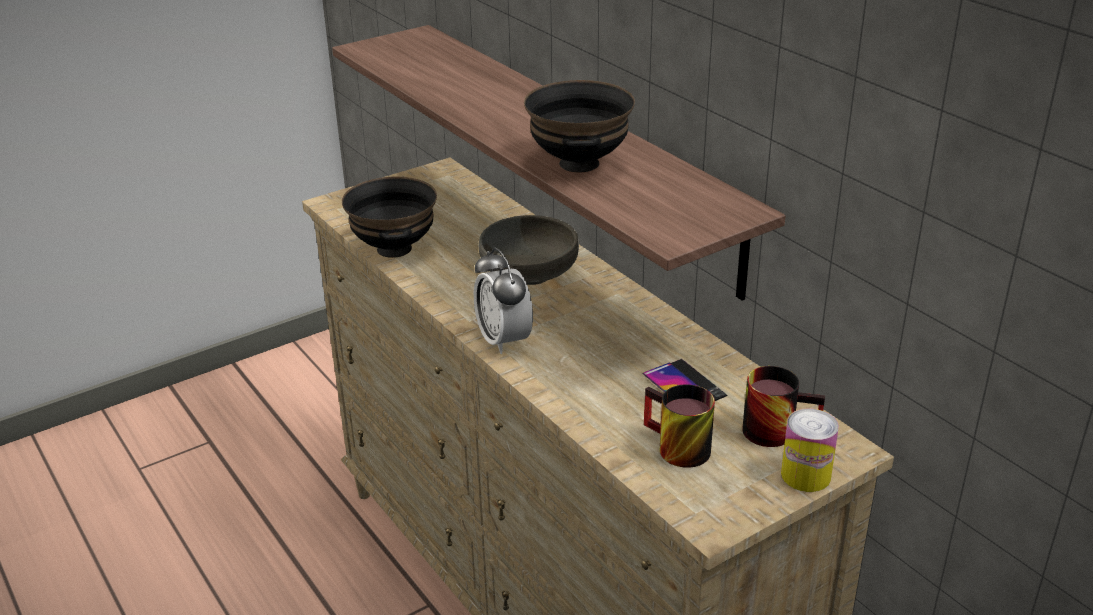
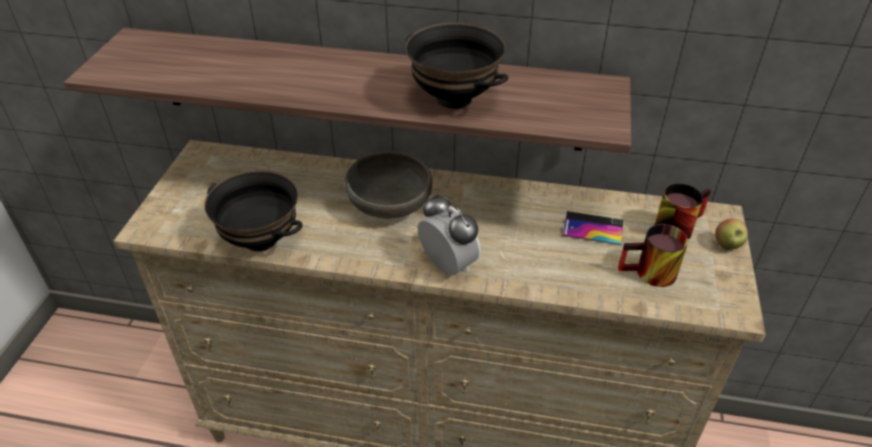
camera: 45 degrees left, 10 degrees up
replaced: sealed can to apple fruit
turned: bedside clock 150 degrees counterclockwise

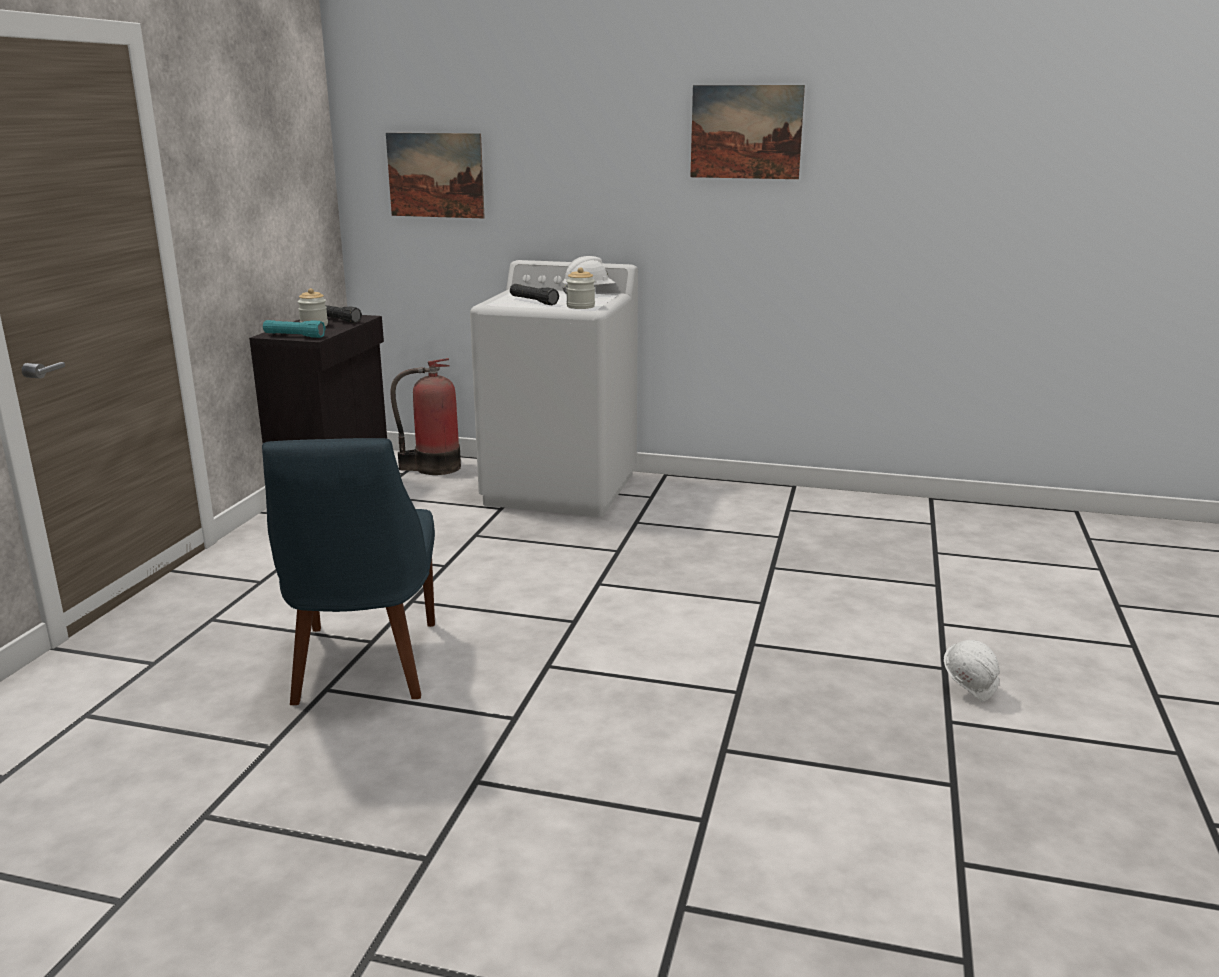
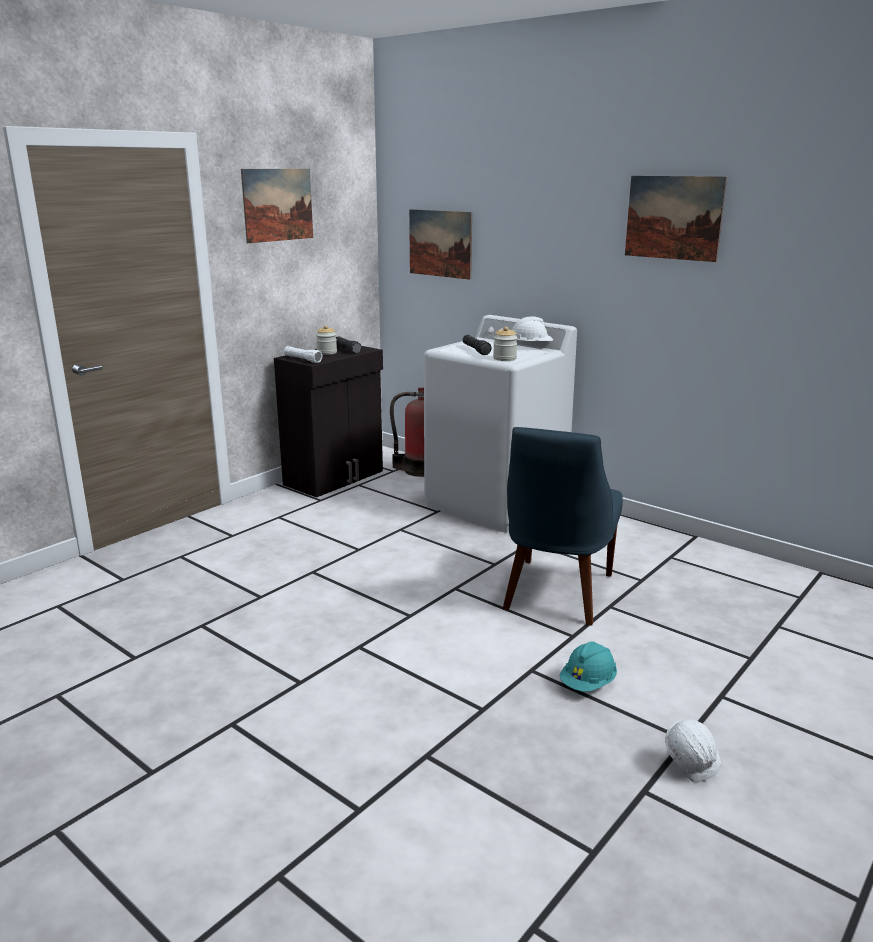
camera: 25 degrees right, 0 degrees up
added: wall art (1st from left); blue-green work helmet
moved: bluish chair
recoloured: blue-green hand torch to whitish hand torch

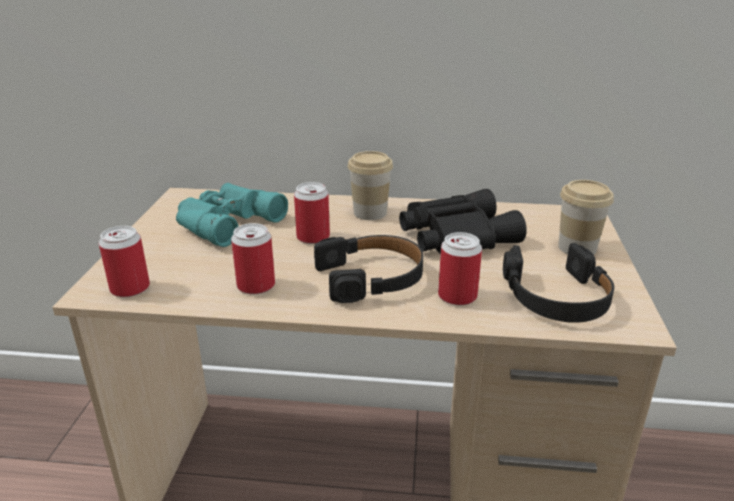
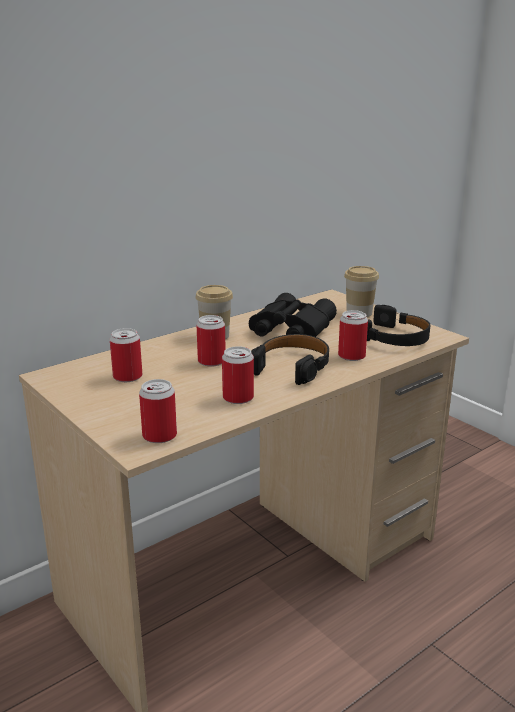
camera: 45 degrees left, 5 degrees down
replaced: blue-green pair of binoculars to sealed can (1st from left)

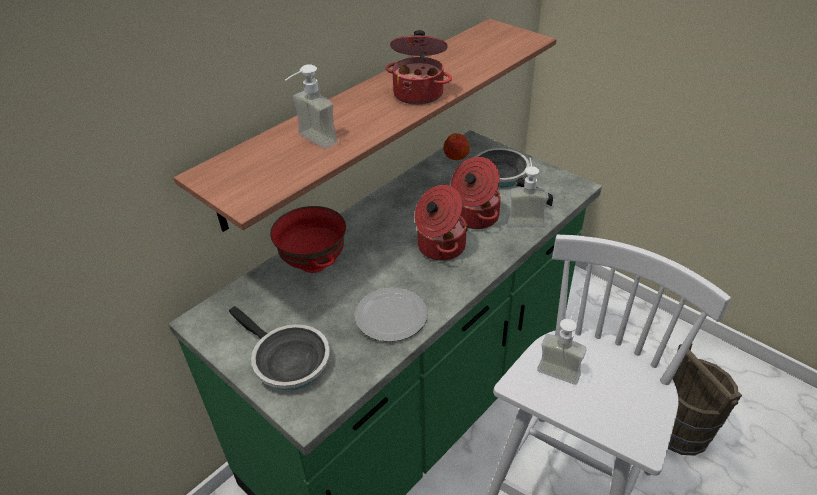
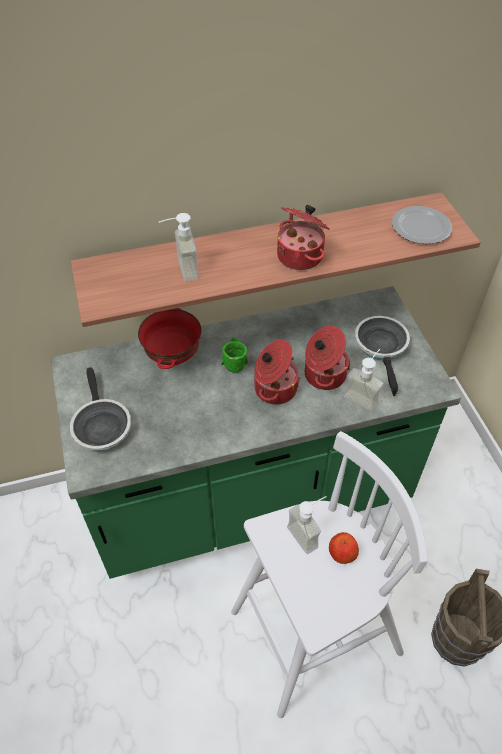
camera: 30 degrees right, 10 degrees up
added: green-coloured mug
moved: apple fruit; plate

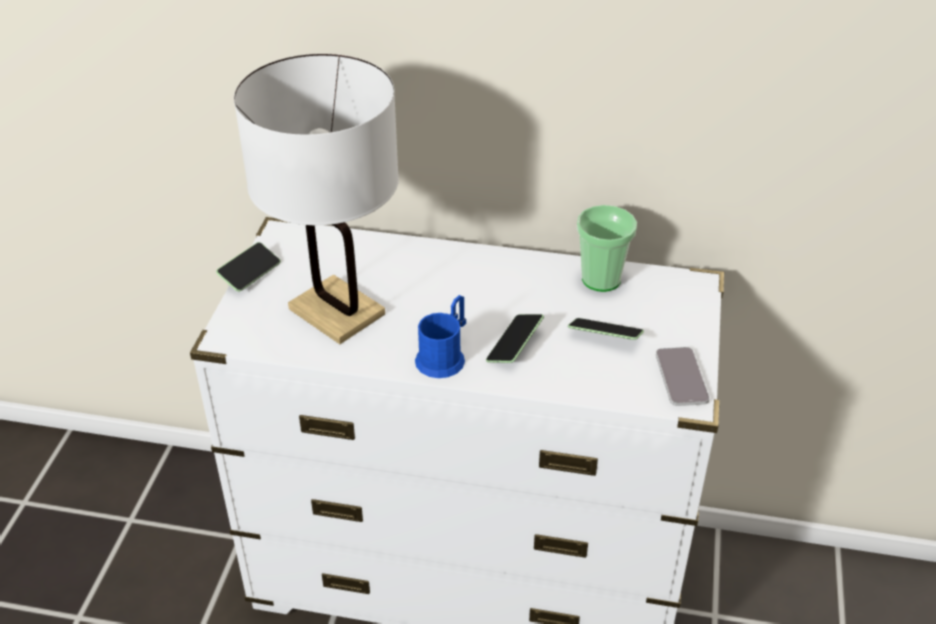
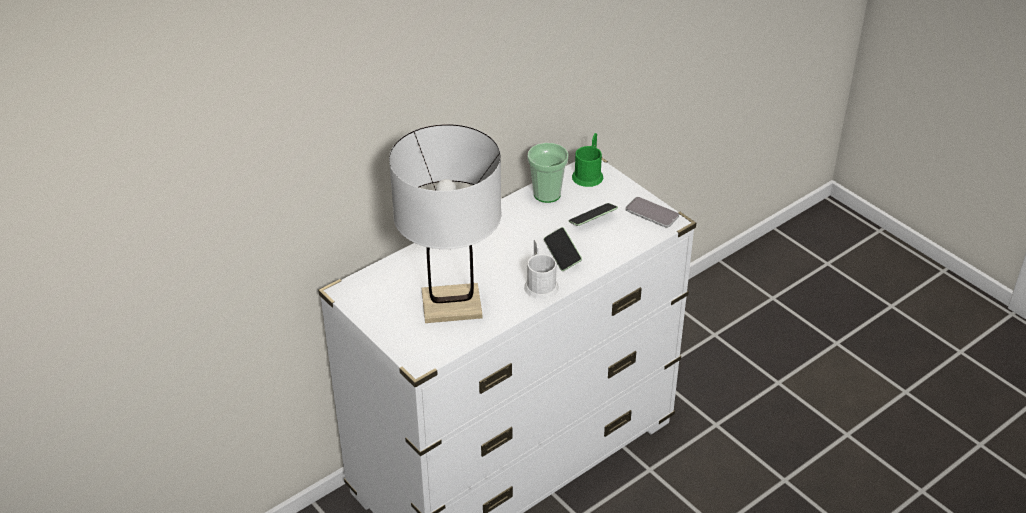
camera: 50 degrees left, 0 degrees up
removed: handset (1st from left)
added: green-coloured mug
recoloured: bluish mug to whitish mug

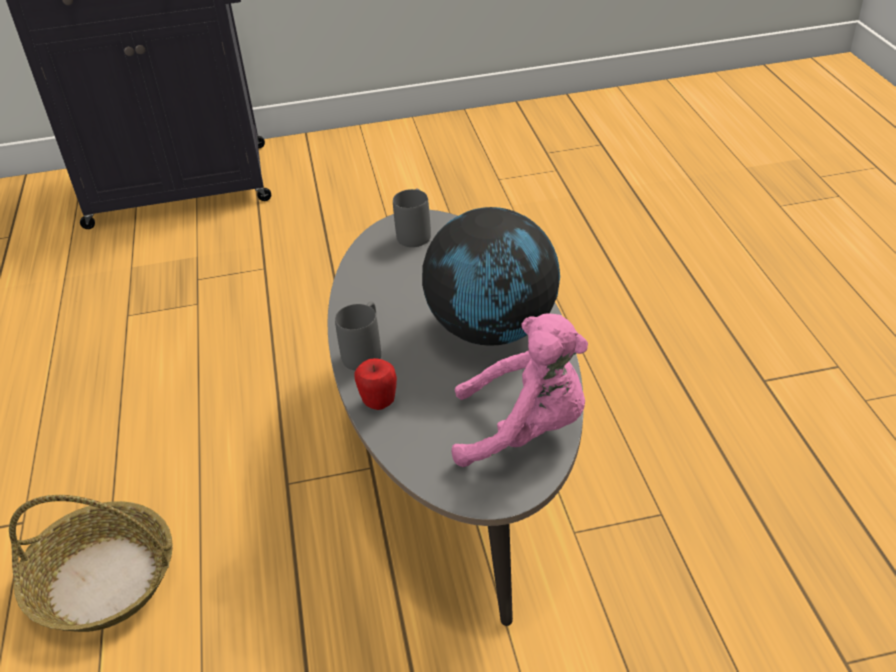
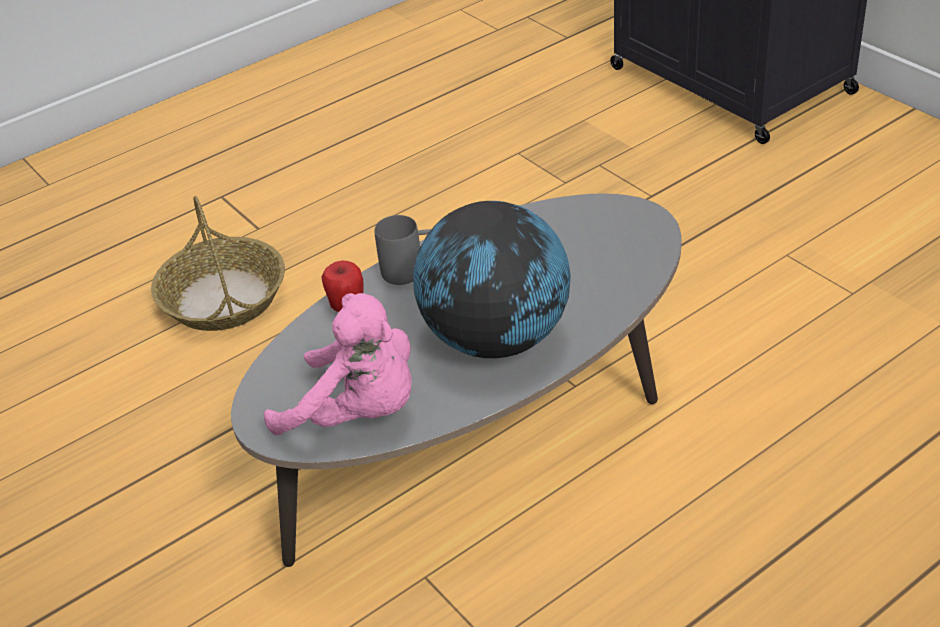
camera: 65 degrees right, 0 degrees up
removed: gray mug (2nd from left)
turned: pinkish soft toy 45 degrees counterclockwise

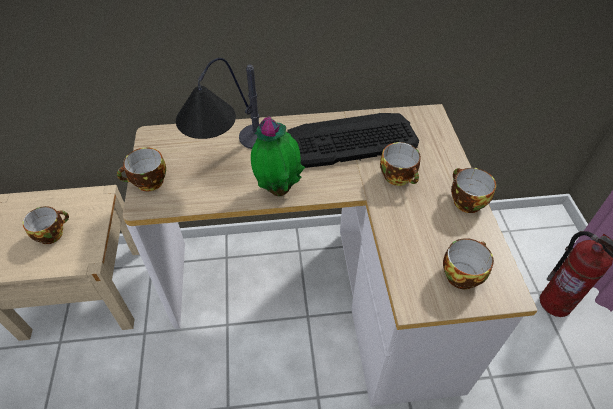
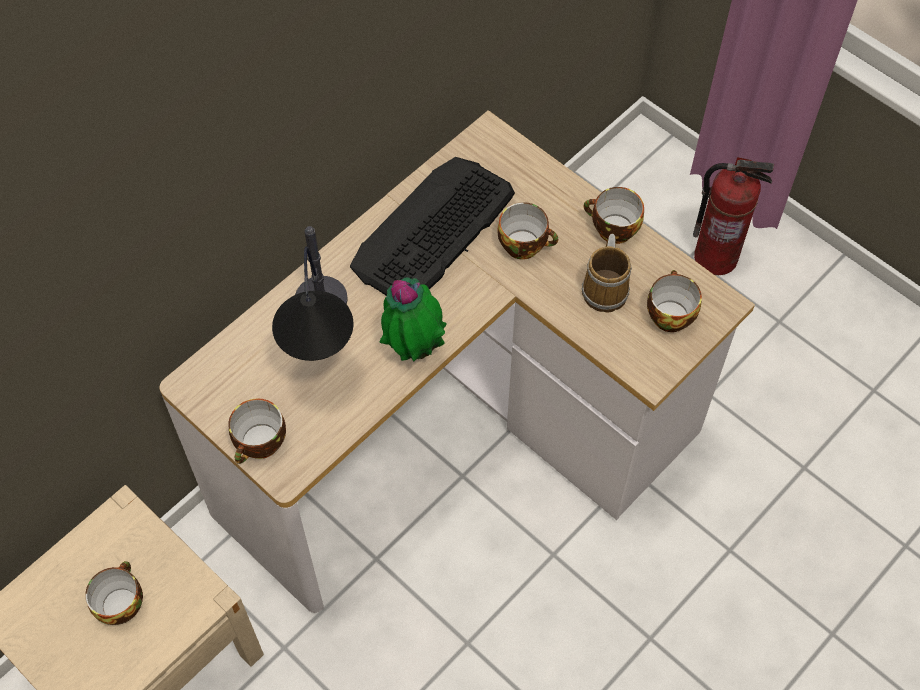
camera: 40 degrees left, 10 degrees up
added: mug

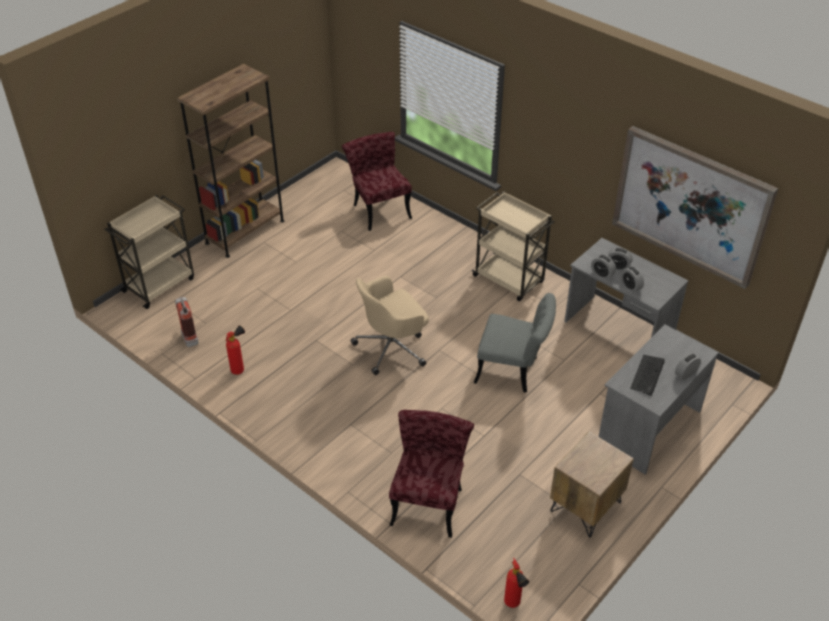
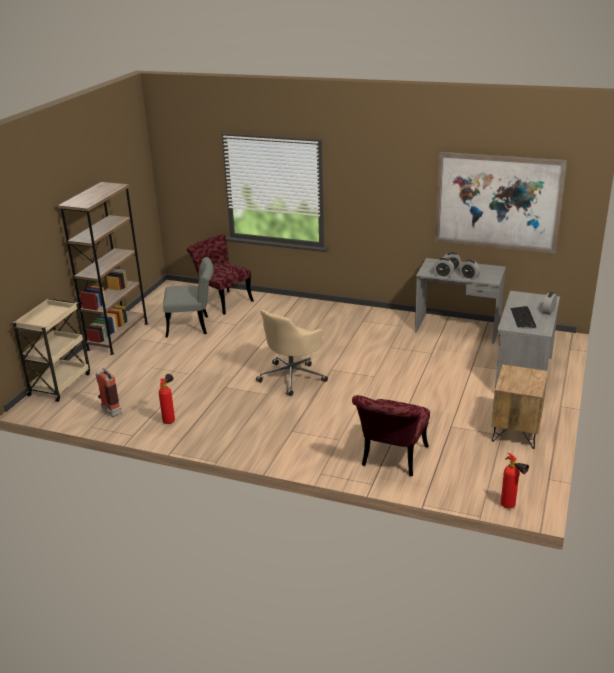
camera: 20 degrees left, 15 degrees down
removed: sand-coloured trolley (2nd from left)
moved: gray chair
turned: red chair (2nd from left) 150 degrees counterclockwise

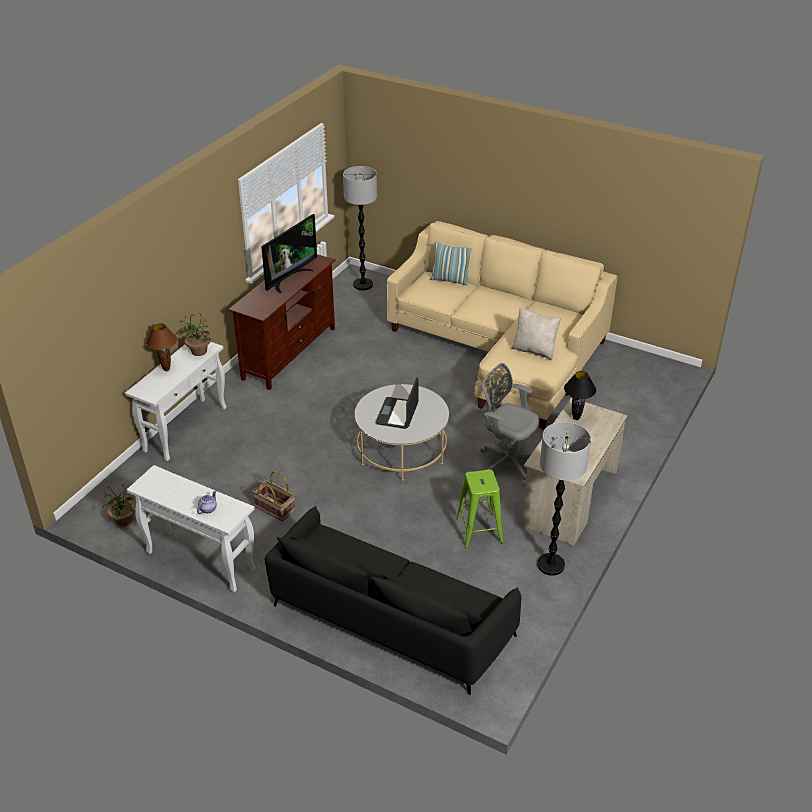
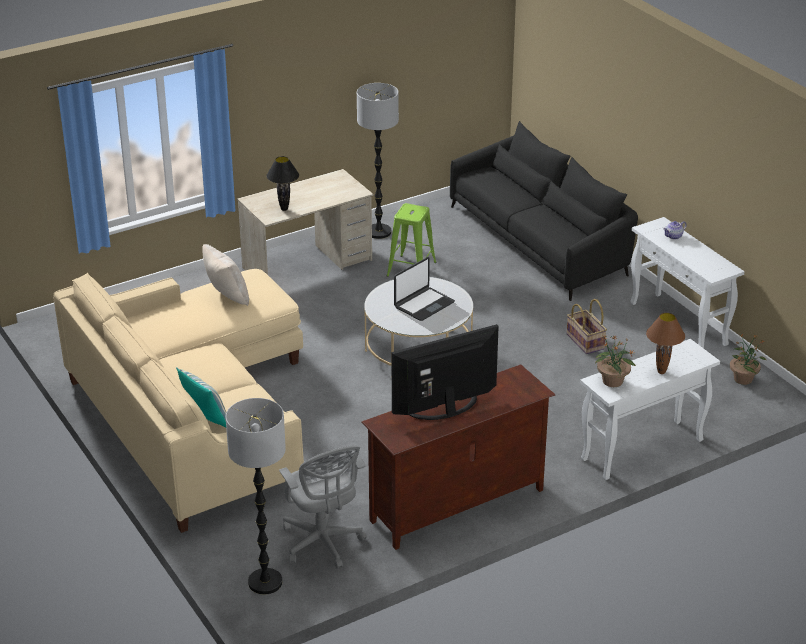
camera: 150 degrees left, 5 degrees down
moved: gray office chair

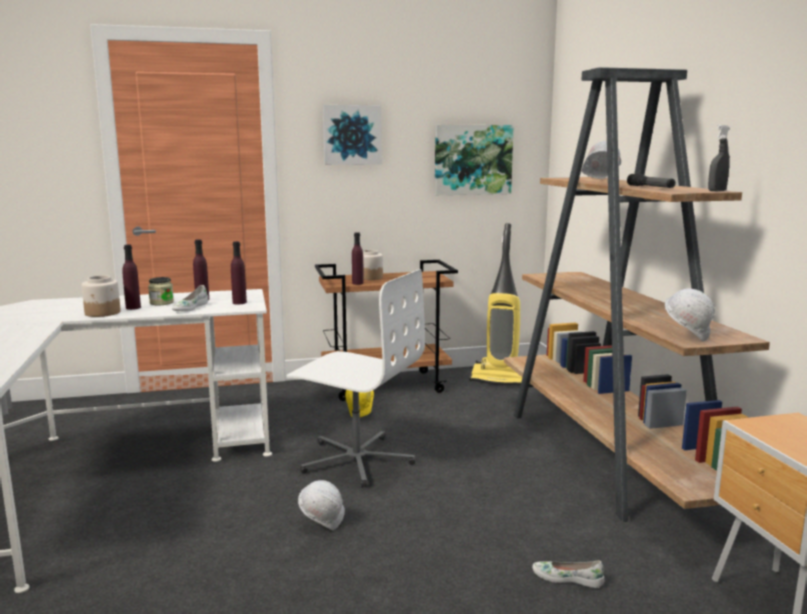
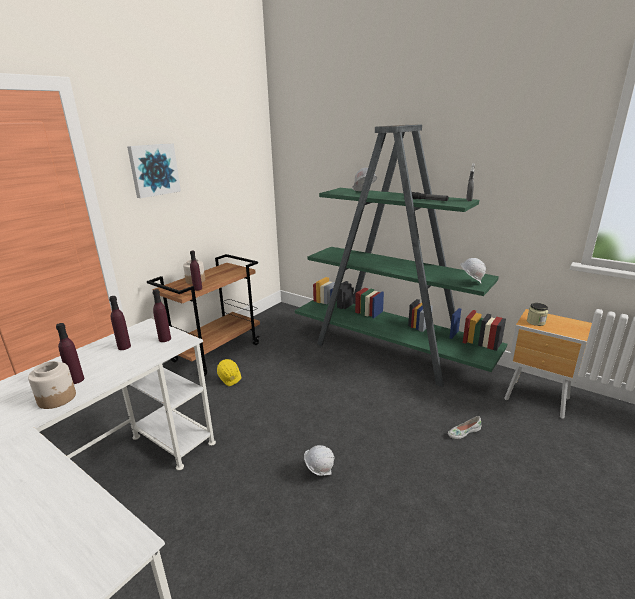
camera: 40 degrees left, 10 degrees up
removed: whitish shoe (1st from left); whitish office chair; wall art (2nd from left); vacuum
moved: preserve jar (2nd from left in the first image) to preserve jar (3rd from left)
recoloured: brownish shelving unit to green-coloured shelving unit

